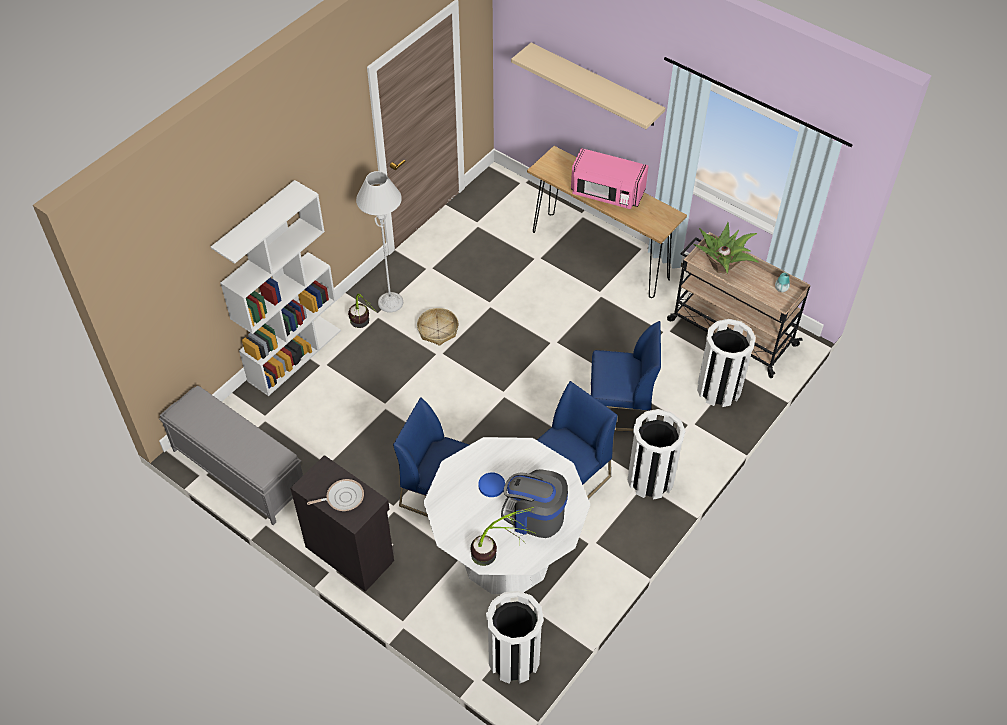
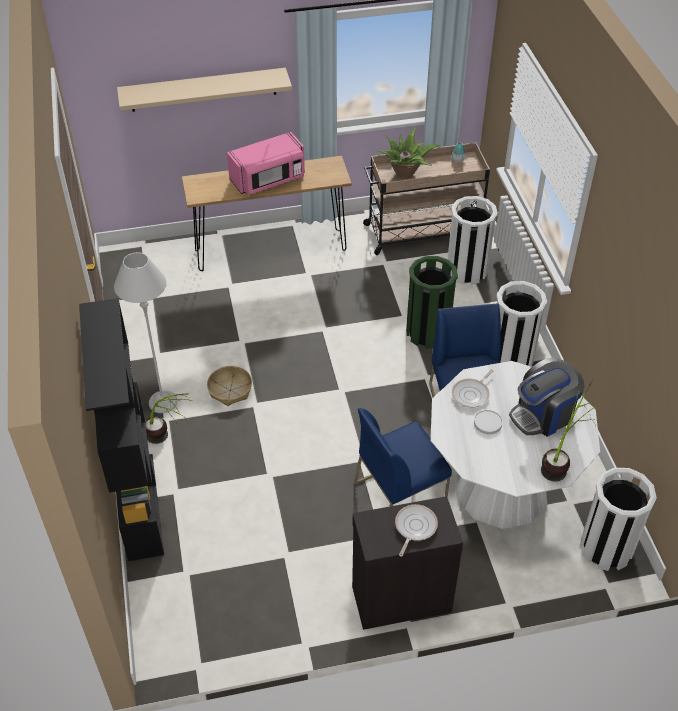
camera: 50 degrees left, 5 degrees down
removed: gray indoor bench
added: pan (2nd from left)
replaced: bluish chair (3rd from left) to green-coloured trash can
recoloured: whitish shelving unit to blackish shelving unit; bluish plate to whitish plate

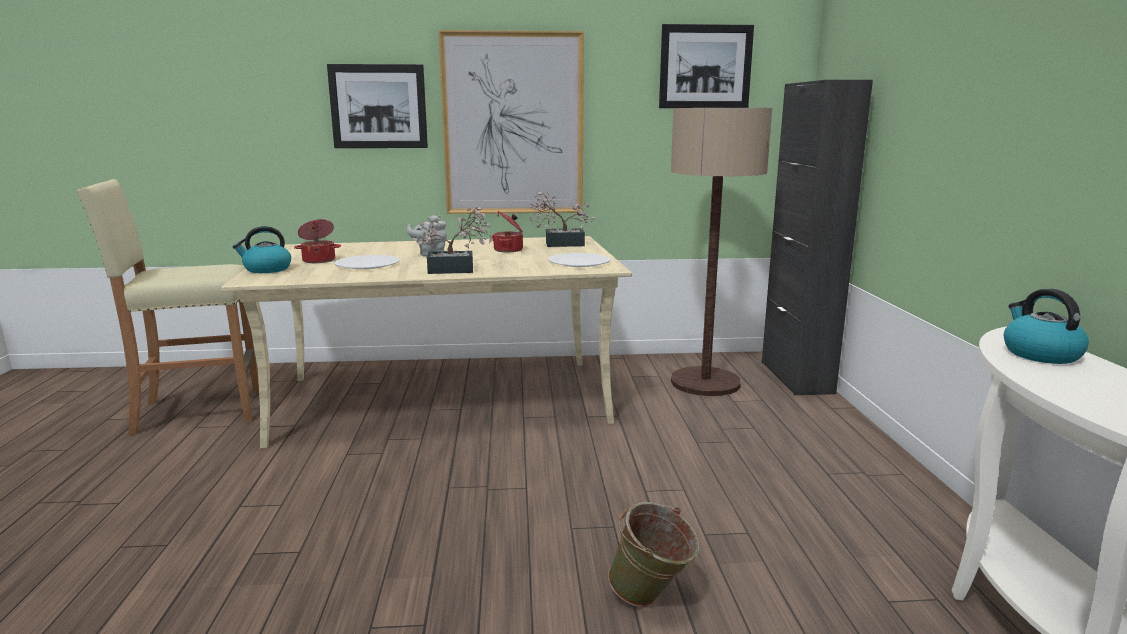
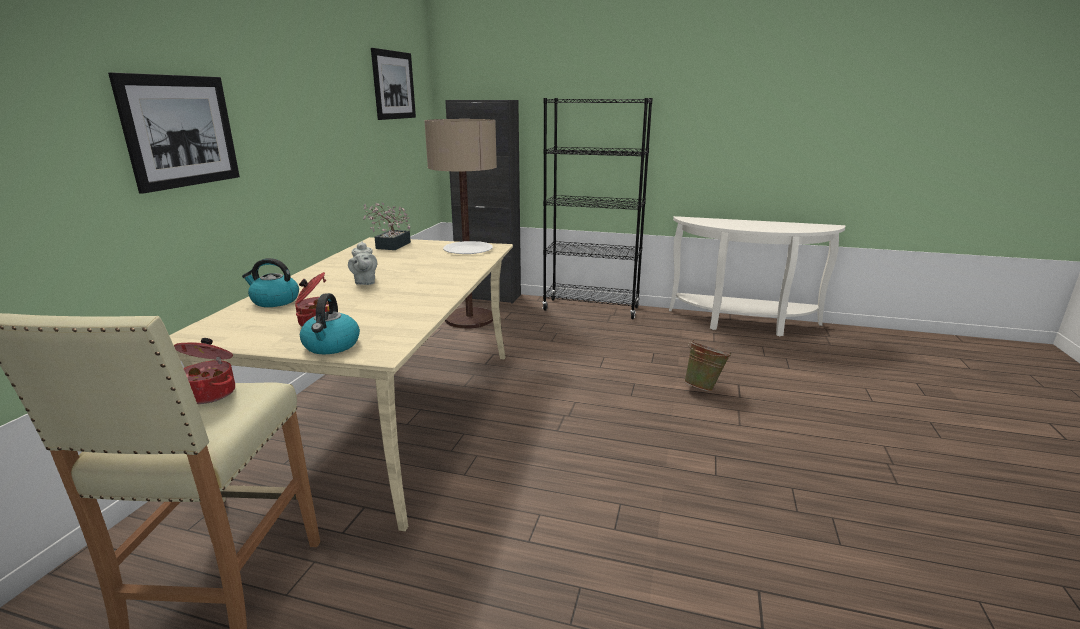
camera: 70 degrees left, 5 degrees up
removed: whitish plate (1st from left); plant in a pot (1st from left); wall art (2nd from left)
added: blackish shelving unit
moved: stockpot (2nd from left in the first image) to stockpot (1st from left); tea kettle (2nd from left in the first image) to tea kettle (1st from left)

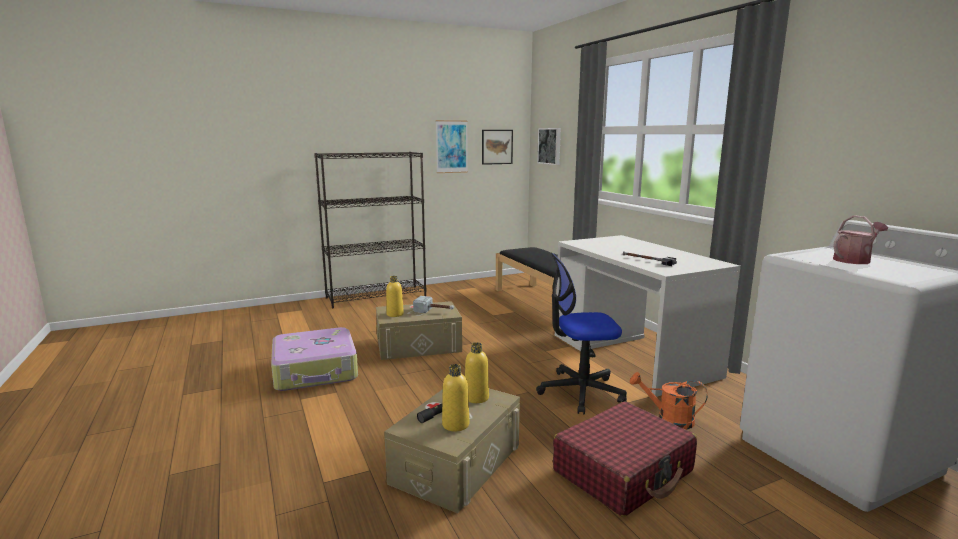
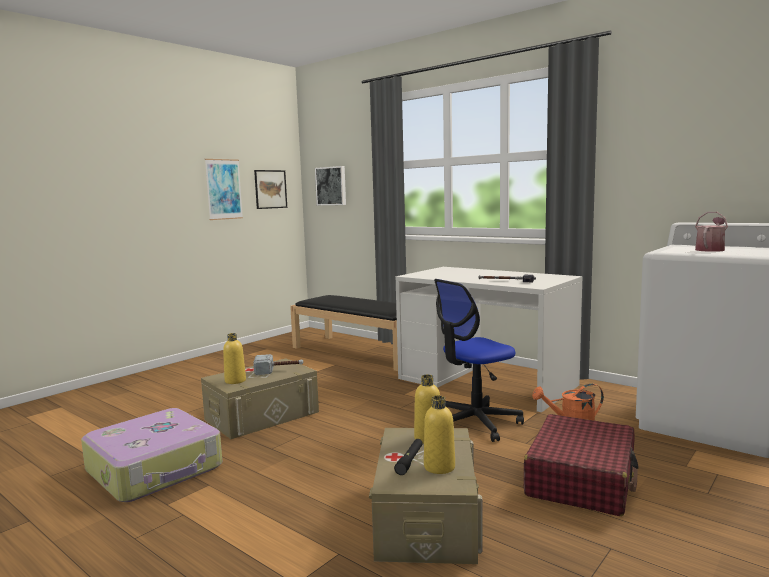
camera: 25 degrees left, 5 degrees down
removed: blackish shelving unit

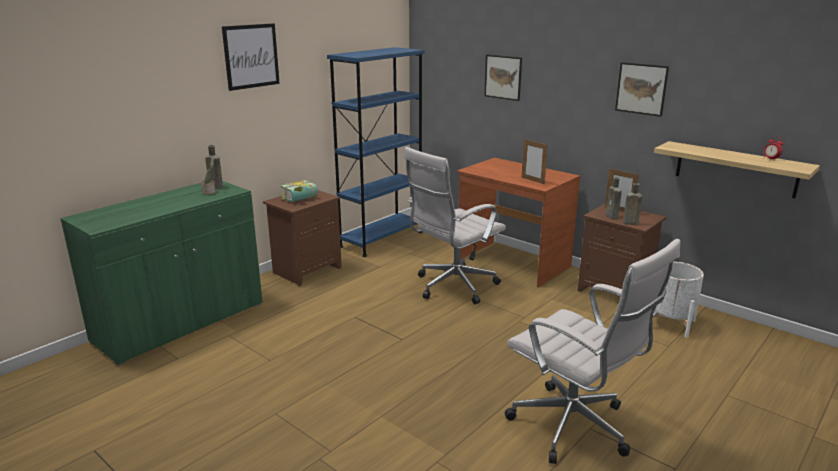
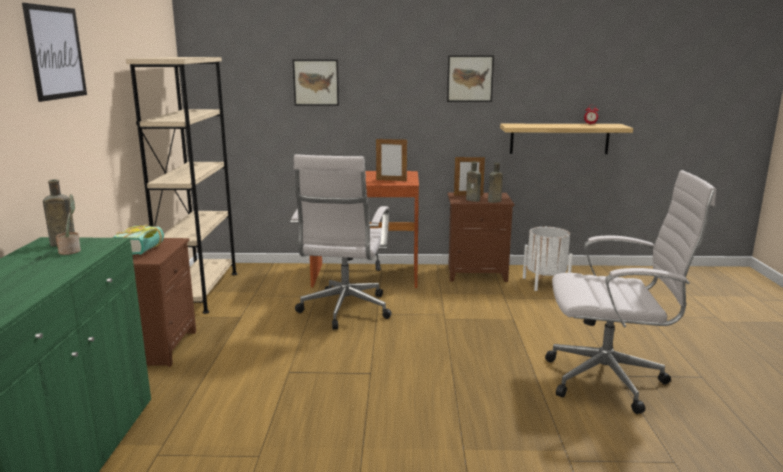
camera: 40 degrees left, 5 degrees down
recoloured: bluish shelving unit to sand-coloured shelving unit

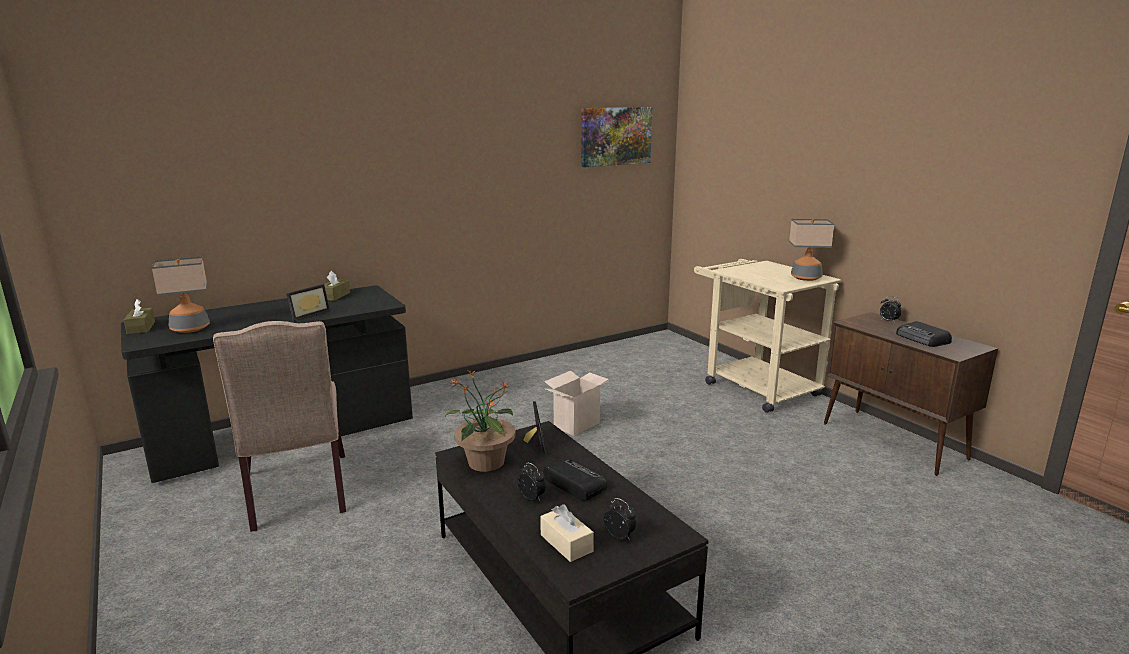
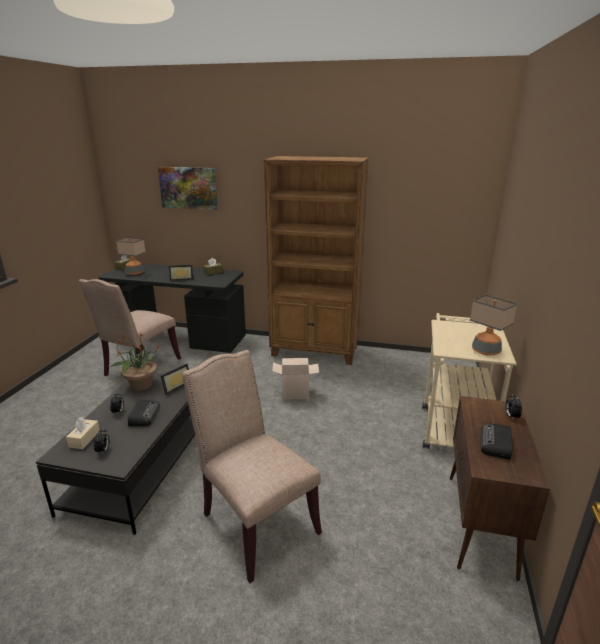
camera: 45 degrees right, 5 degrees up
added: sand-coloured chair (2nd from left); brownish shelving unit
moved: wall art

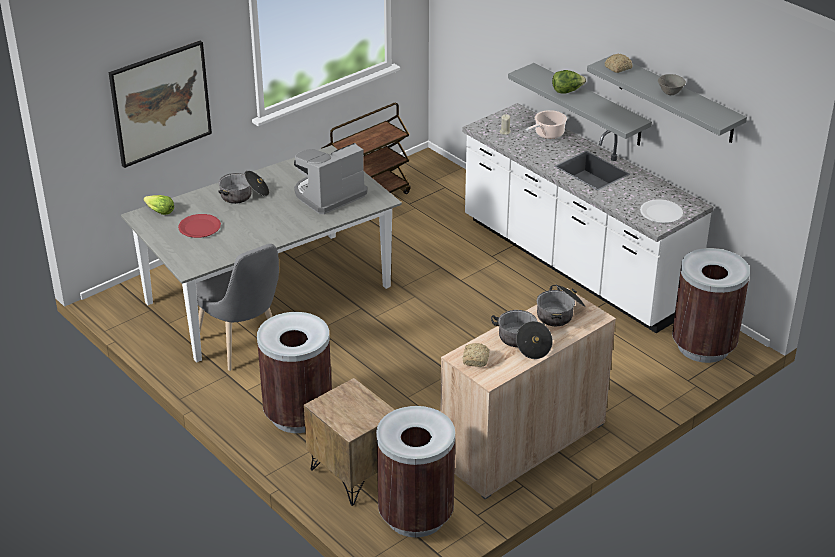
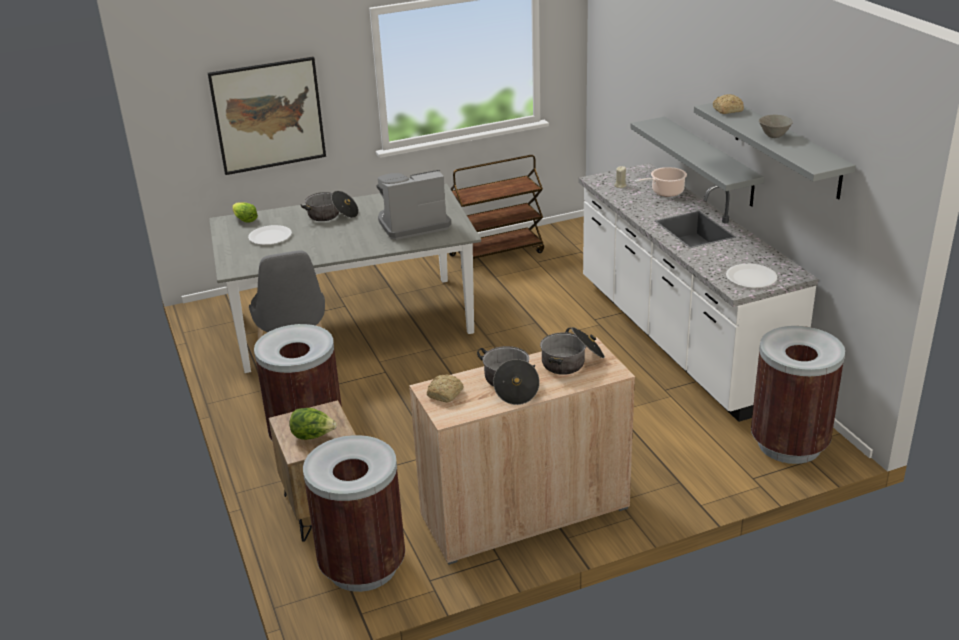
camera: 20 degrees right, 5 degrees down
moved: lettuce (2nd from left)
recoloured: red plate to whitish plate (1st from left)

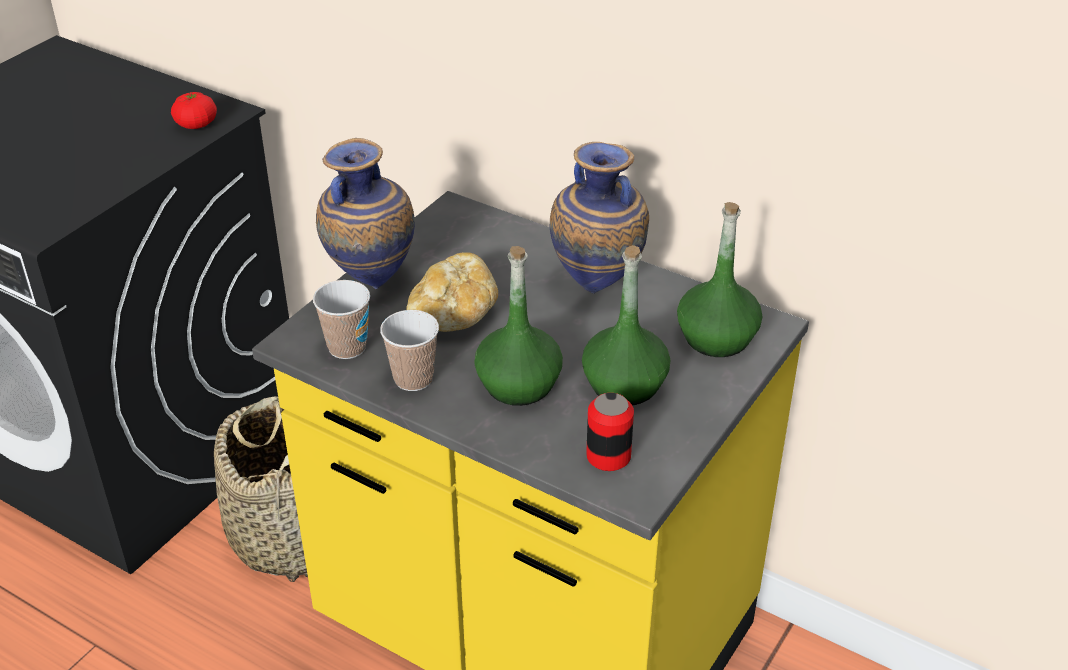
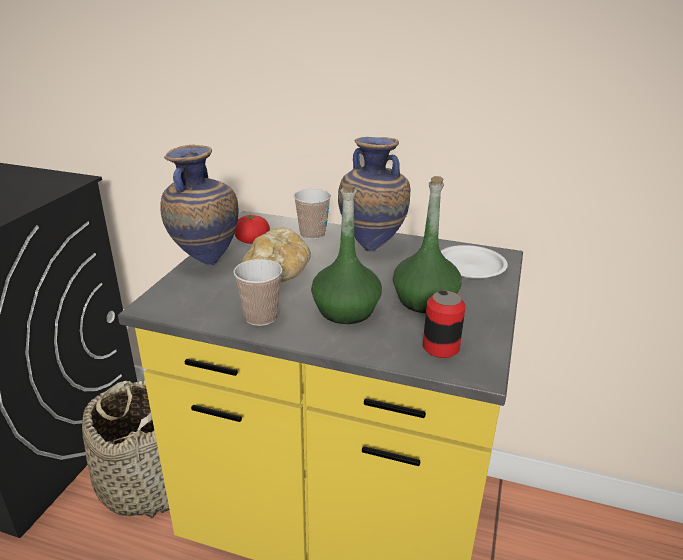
camera: 15 degrees left, 10 degrees down
moved: tomato; small cup (1st from left in the first image) to small cup (2nd from left)
replaced: green-coloured beverage bottle (3rd from left) to whitish plate

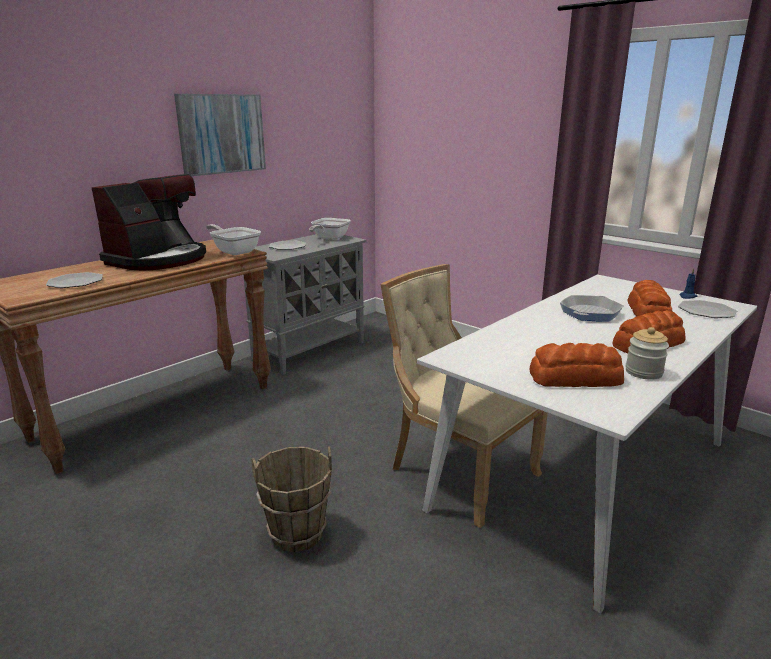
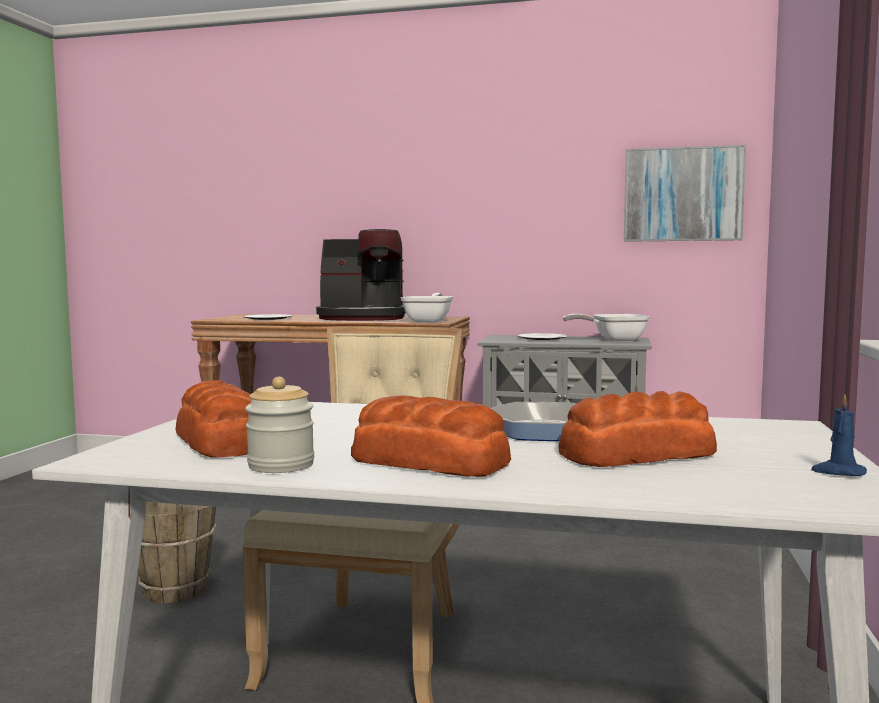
camera: 60 degrees right, 15 degrees down
removed: plate (3rd from left)
moved: wall art

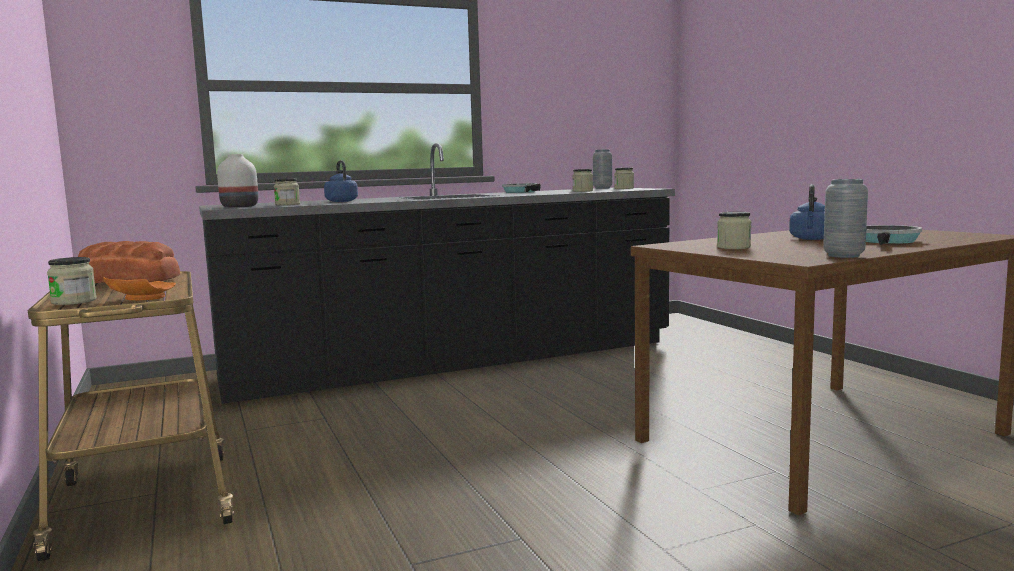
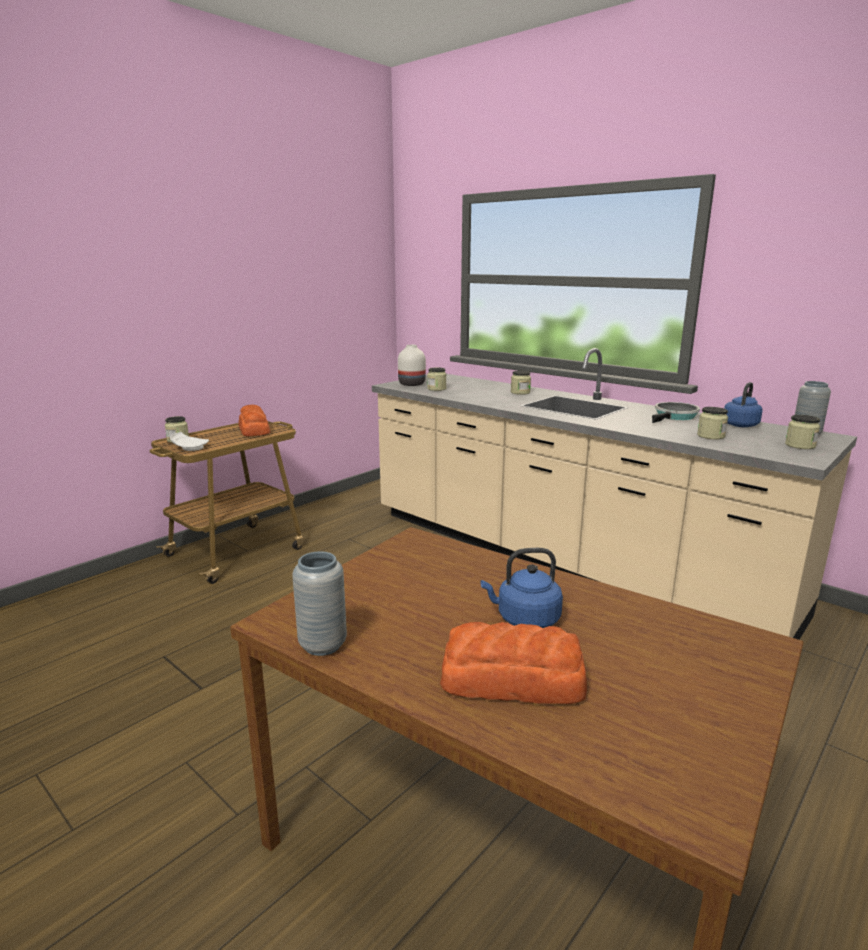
camera: 65 degrees right, 10 degrees up
moved: preserve jar (5th from left in the first image) to preserve jar (3rd from left); bluish tea kettle (1st from left in the first image) to bluish tea kettle (2nd from left)
replaced: pan (2nd from left) to bakery bread (2nd from left)
recoloured: orange plate to whitish plate; blackish counter to sand-coloured counter

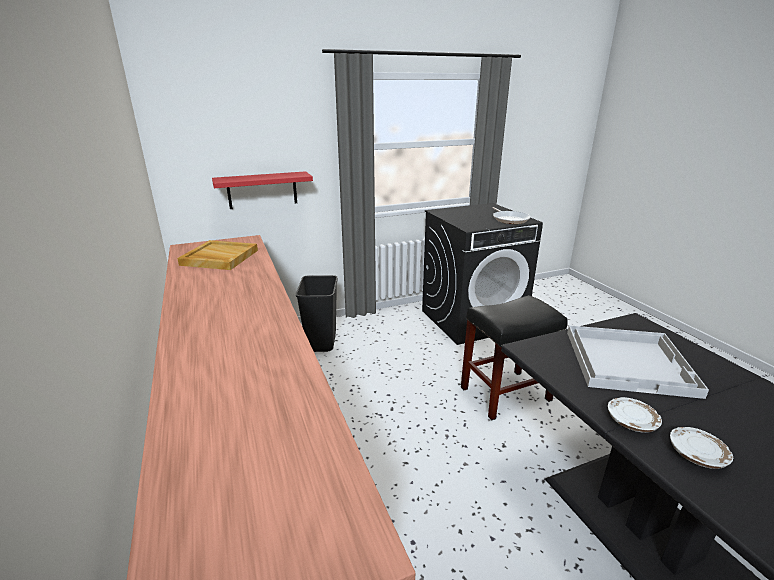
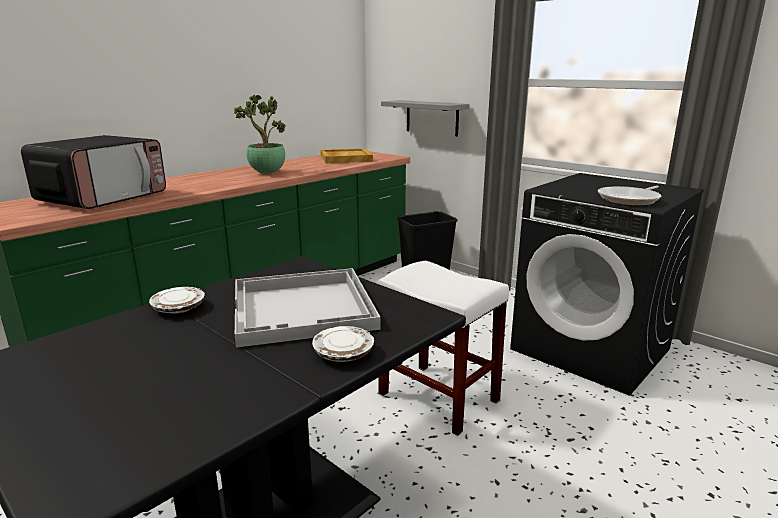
camera: 65 degrees right, 5 degrees down
added: microwave; plant in a pot
moved: whitish plate (2nd from left)
recoloured: blackish sitting stool to whitish sitting stool; red shelf to gray shelf

